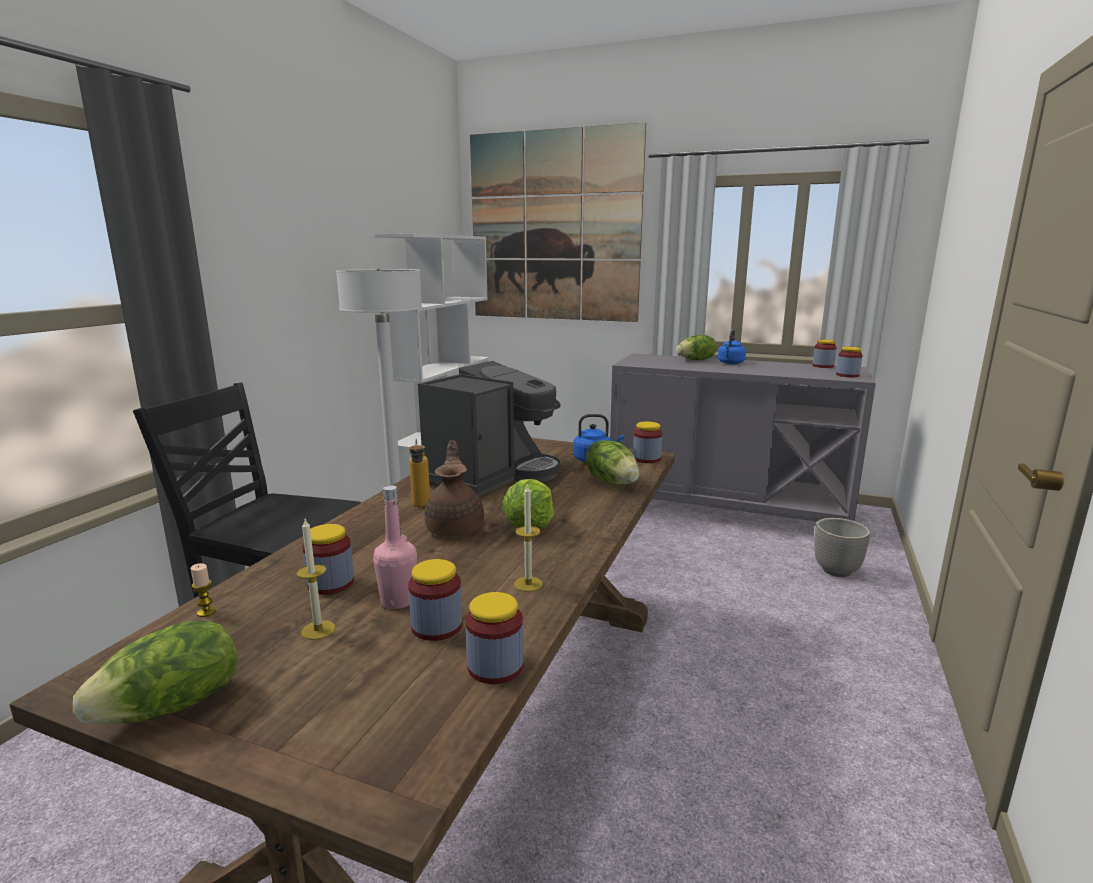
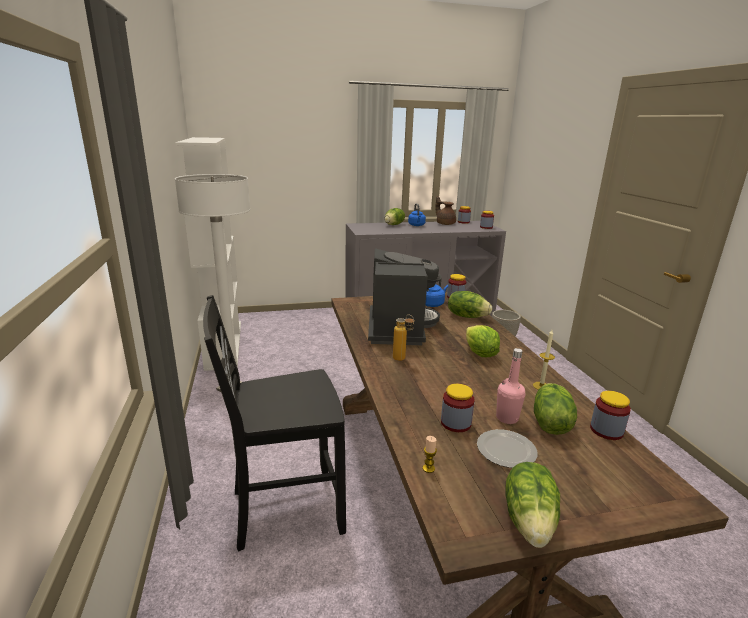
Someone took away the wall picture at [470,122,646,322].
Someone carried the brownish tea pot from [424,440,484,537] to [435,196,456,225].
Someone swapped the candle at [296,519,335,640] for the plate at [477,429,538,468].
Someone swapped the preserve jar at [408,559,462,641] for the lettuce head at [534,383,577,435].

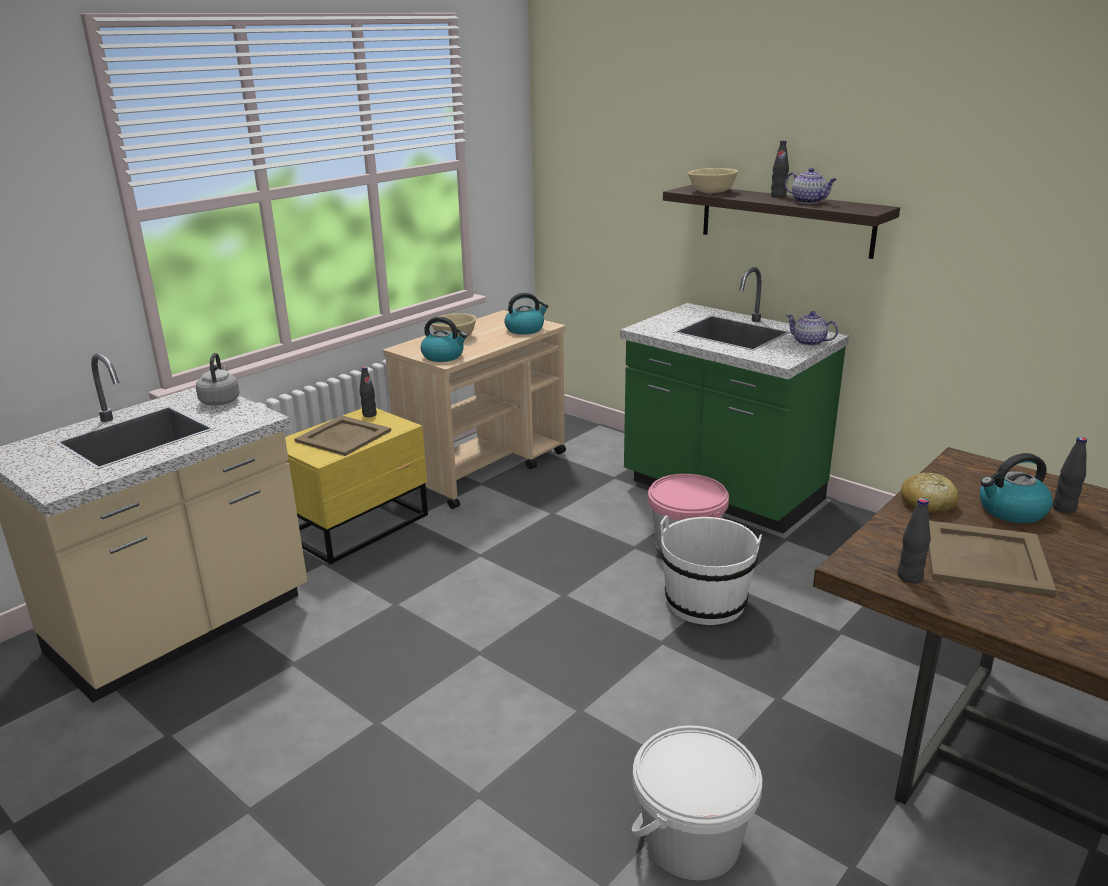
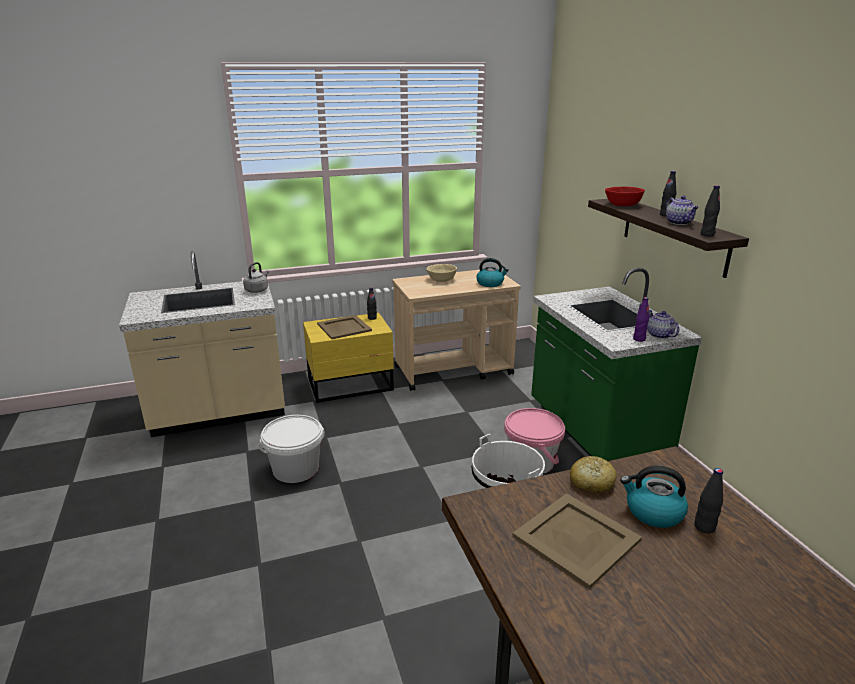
Someone took away the tea kettle at [421,317,467,362].
Someone put down the purplish beverage bottle at [633,297,649,342].
Someone carried the whitish pail from [632,725,762,880] to [259,415,325,483].
Someone carried the black beverage bottle from [898,498,931,584] to [701,185,720,236].
Someone repainted the beige deep dish at [688,168,738,193], which became the red-coloured deep dish at [605,186,645,206].

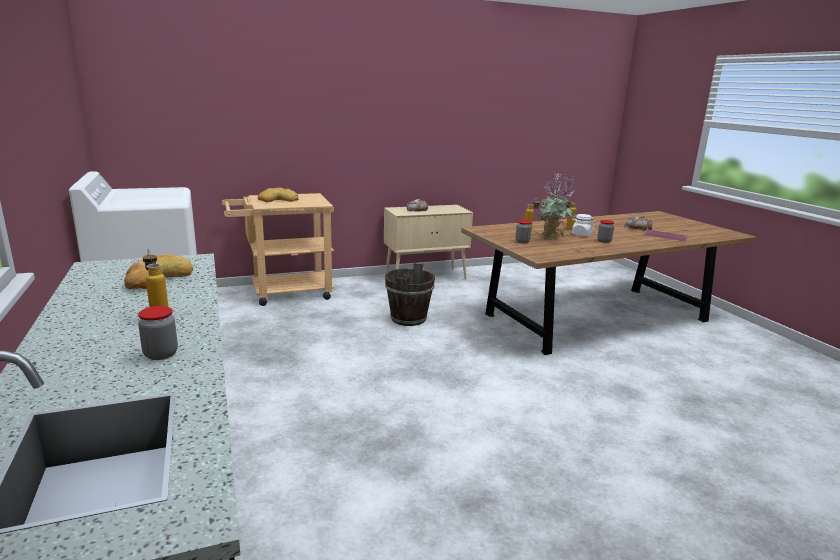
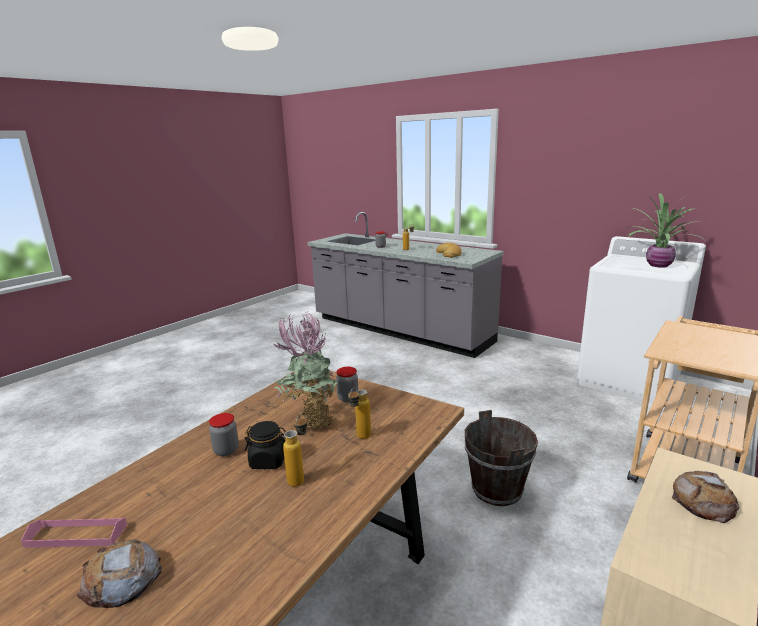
Someone took away the bread at [258,188,299,202].
Someone put down the houseplant at [627,193,703,268].
Someone repainted the whitish preserve jar at [572,214,594,236], which became the black preserve jar at [244,421,286,469].

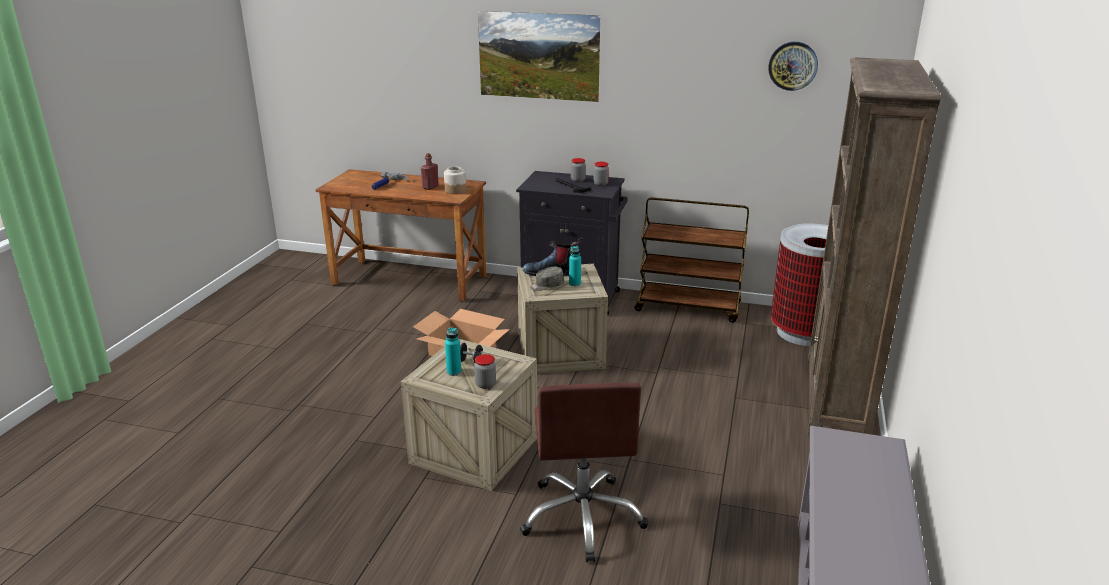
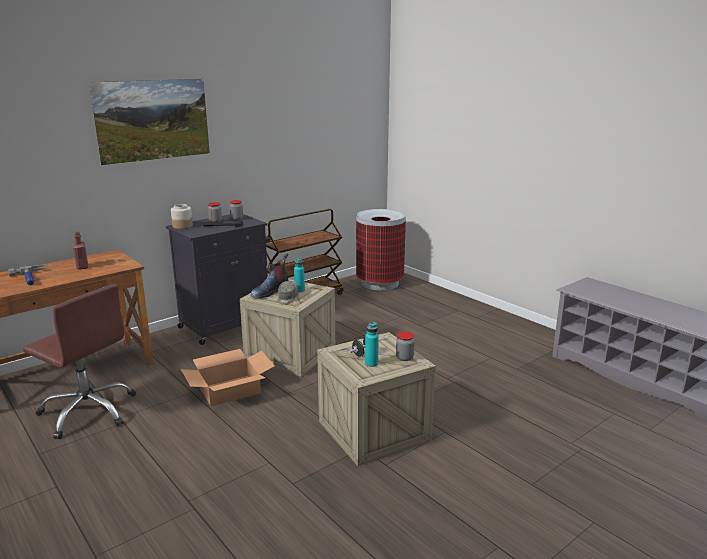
Someone took away the clock on the wall at [768,42,818,91].
Someone took away the brownish bookcase at [808,57,941,435].
Someone carried the preserve jar from [444,166,466,194] to [171,204,193,229].
Someone carried the brownish computer chair from [520,383,649,562] to [23,284,136,439].

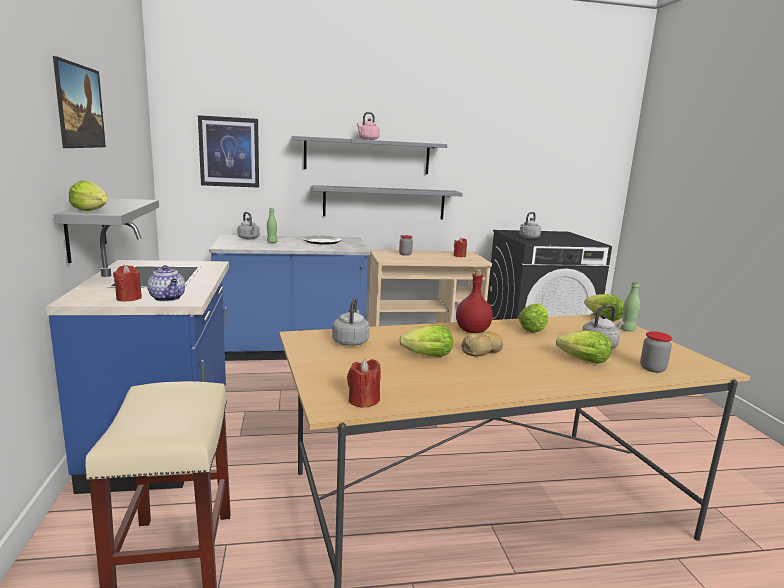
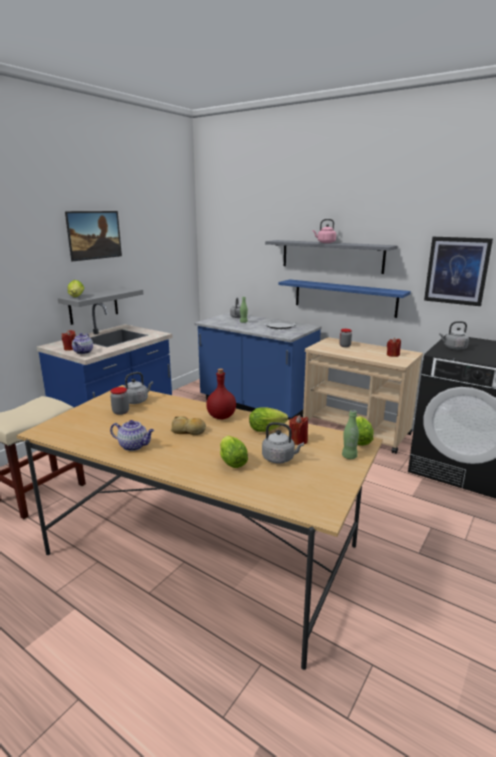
Someone took away the lettuce head at [399,325,453,357].
Someone put down the tea pot at [110,420,154,451].
Someone carried the wall picture from [198,115,259,188] to [424,237,493,306].
Someone carried the red-coloured candle from [347,359,381,408] to [289,415,308,445].
Someone carried the preserve jar from [640,331,672,373] to [110,387,129,415].
Someone repainted the gray bracket shelf at [312,185,463,220], which became the blue bracket shelf at [278,279,411,318].

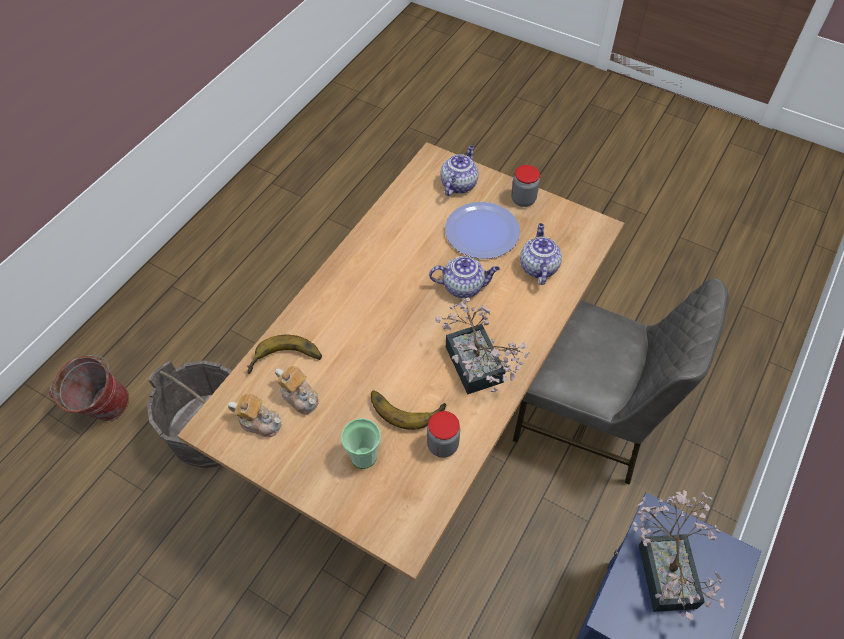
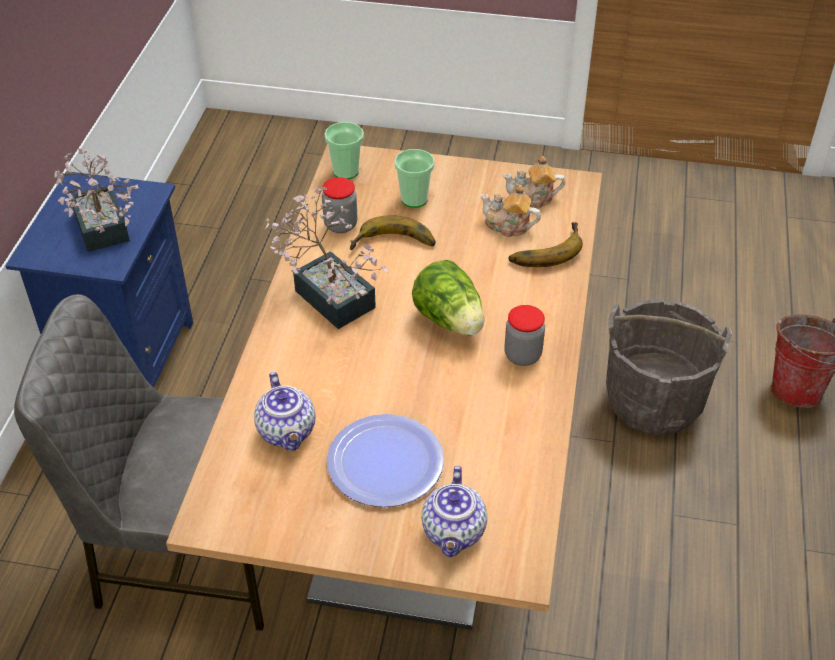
Someone took away the tea pot at [429,256,500,298].
Someone put down the small cup at [324,122,364,179].
Someone put down the lettuce head at [412,260,484,336].
Someone carried the preserve jar from [511,165,540,207] to [504,305,545,366].

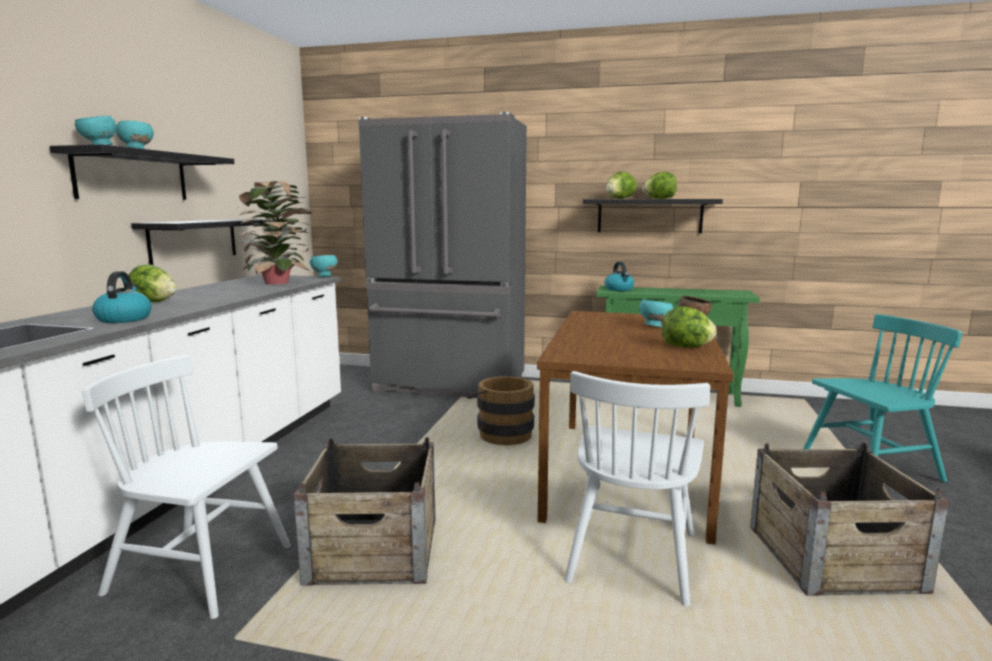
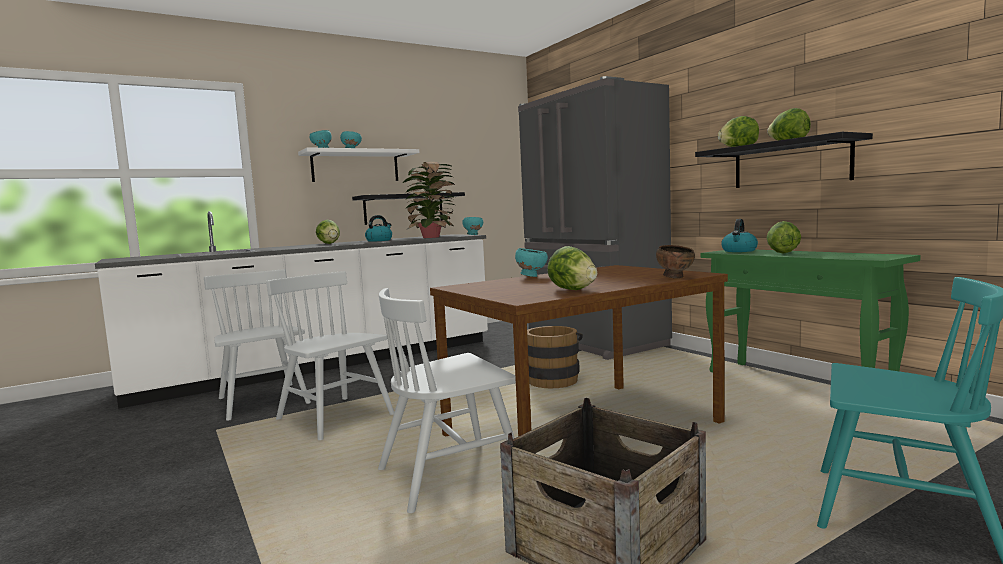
Someone put down the lettuce head at [767,221,801,254].
Someone carried the tea kettle from [92,271,152,323] to [365,215,392,242].
Someone carried the turquoise deep dish from [639,299,673,327] to [515,248,548,277].
Someone swapped the crate at [294,437,436,586] for the whitish upright chair at [266,271,394,440].
Someone repainted the black bracket shelf at [49,144,234,200], which became the whitish bracket shelf at [298,147,419,182].

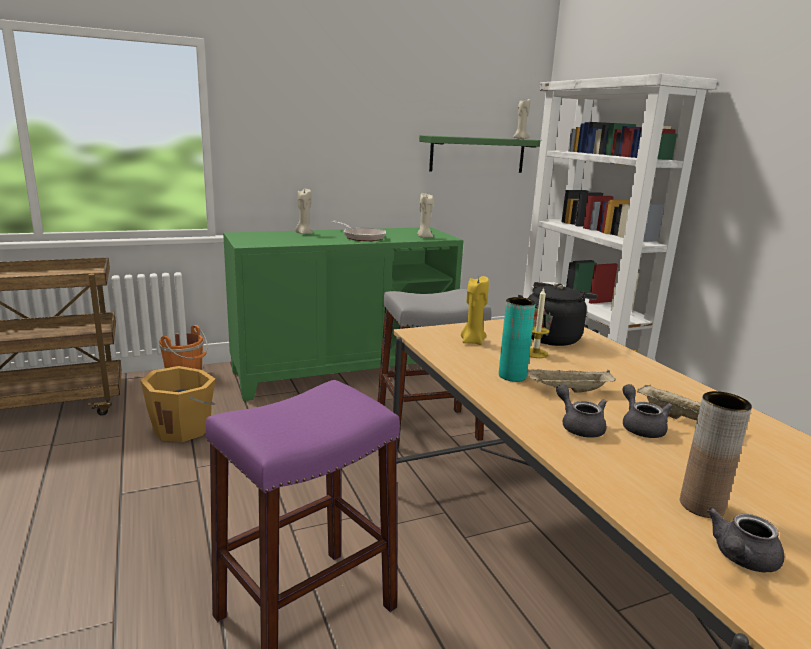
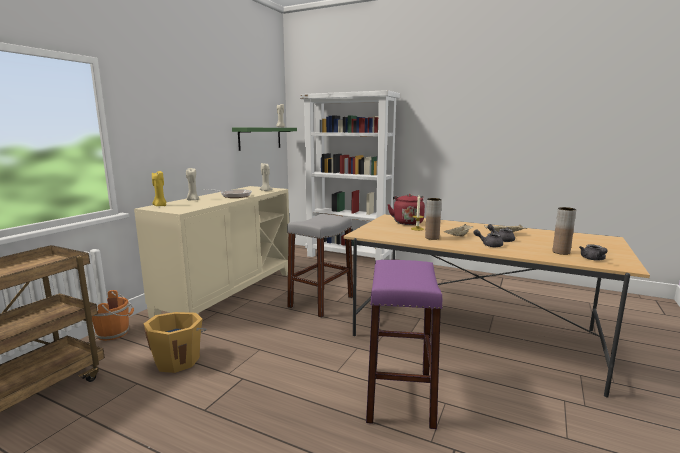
Someone carried the yellow-coloured candle from [461,276,489,345] to [152,171,166,206].
Someone repainted the green storage cabinet at [223,227,464,401], which became the beige storage cabinet at [134,186,289,319].
Someone repainted the turquoise vase at [499,297,536,382], which became the brownish vase at [425,198,442,240].
Someone repainted the black tea kettle at [518,282,597,346], which became the red-coloured tea kettle at [387,194,425,225].

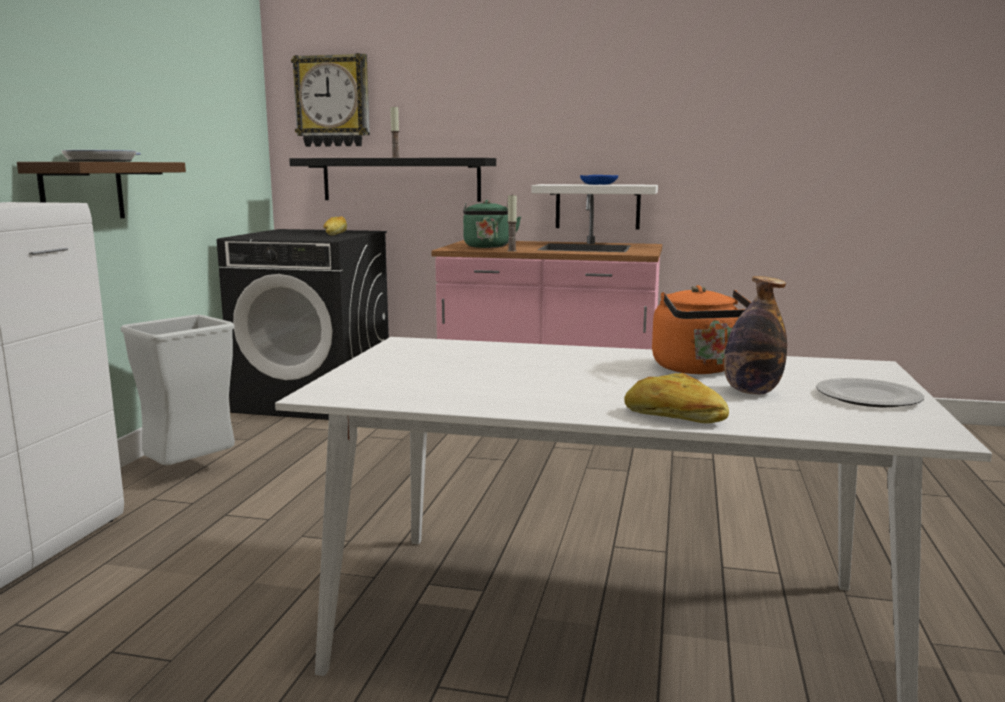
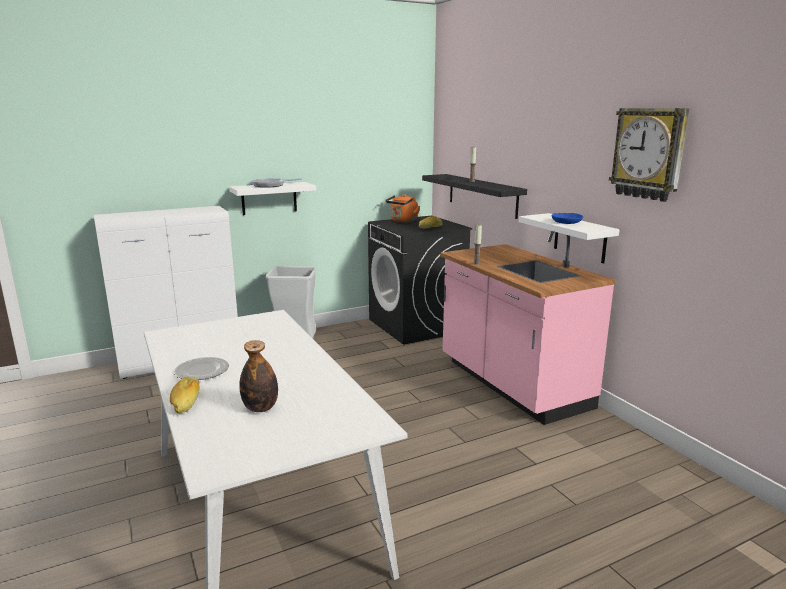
Someone took away the green tea kettle at [463,200,521,248].
Someone carried the clock on the wall from [291,53,370,147] to [609,108,689,202].
Someone carried the orange-coloured tea kettle from [652,285,751,374] to [386,194,420,222].
Someone carried the plate from [816,378,924,407] to [174,357,229,380].
Someone repainted the brownish bracket shelf at [17,162,186,218], which became the whitish bracket shelf at [229,182,316,215].

